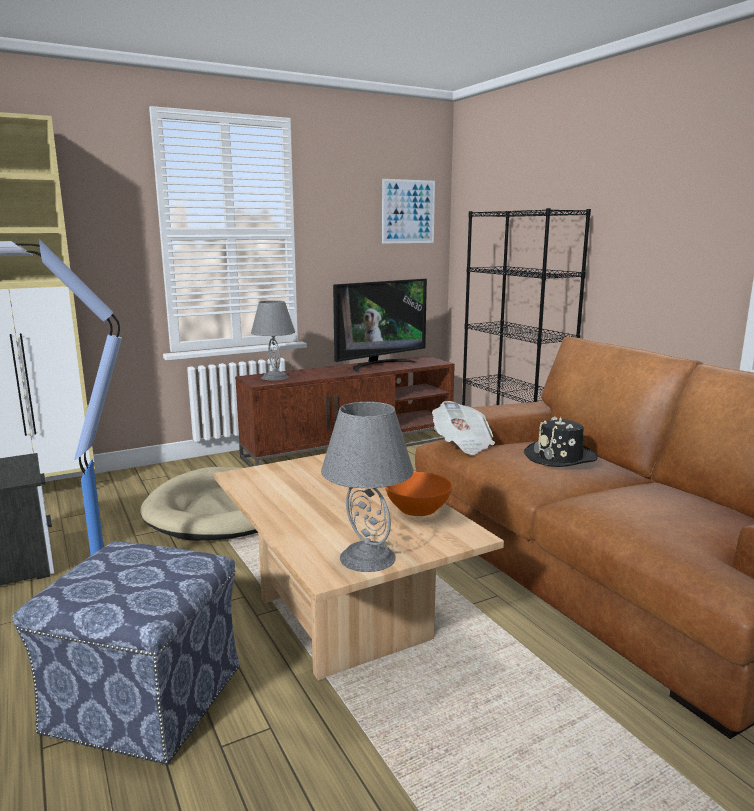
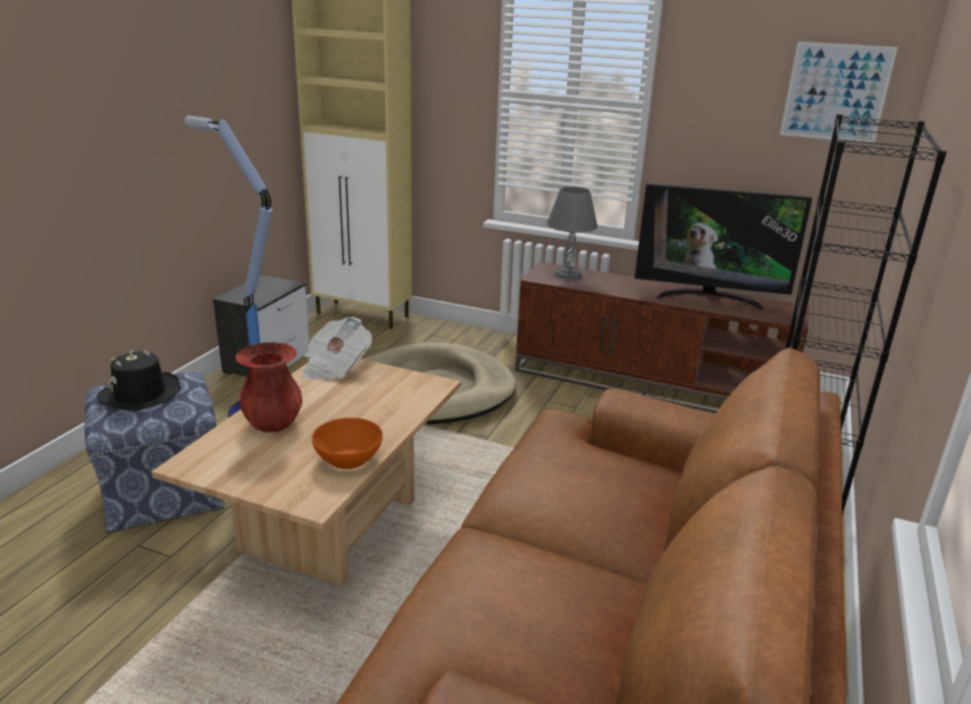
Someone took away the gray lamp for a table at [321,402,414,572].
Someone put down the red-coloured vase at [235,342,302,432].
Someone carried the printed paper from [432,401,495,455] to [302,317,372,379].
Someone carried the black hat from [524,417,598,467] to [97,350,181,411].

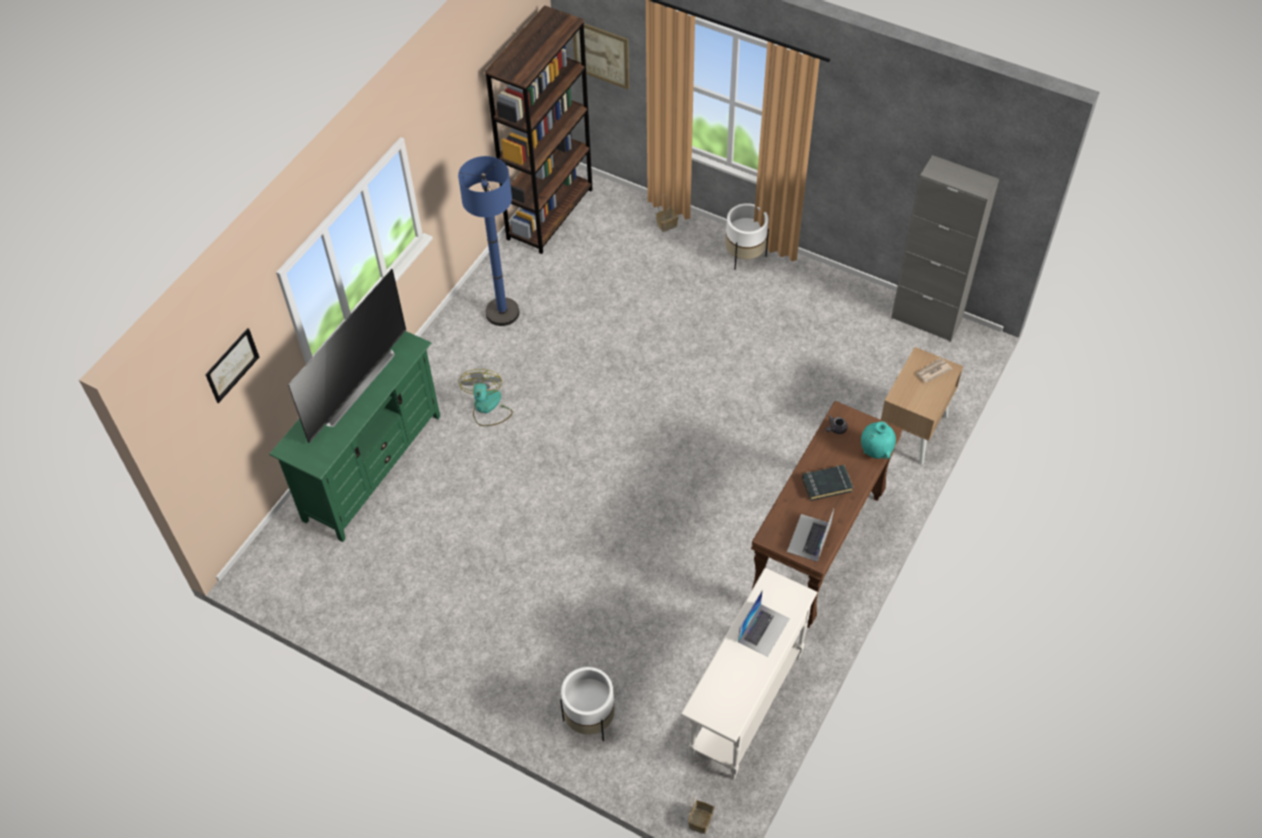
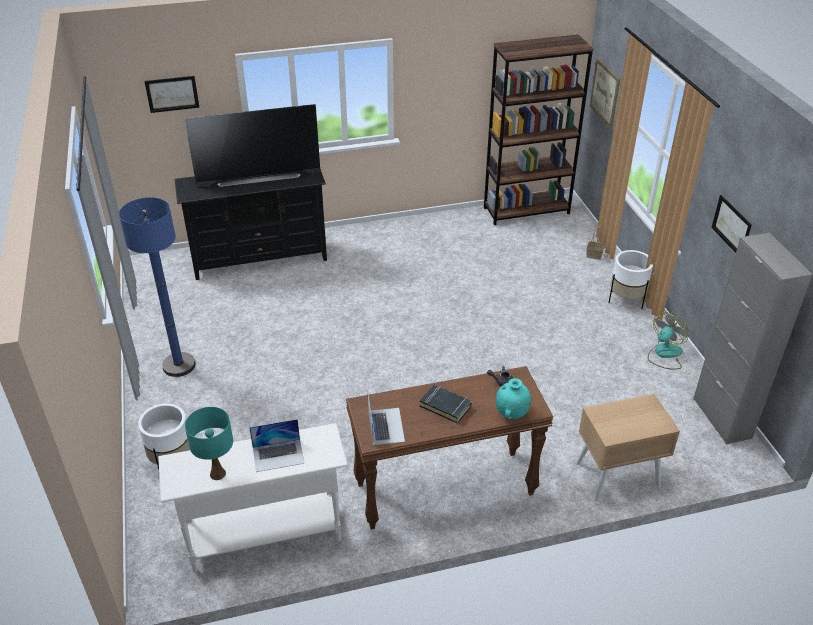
Someone took away the storage basket at [688,797,715,834].
Someone took away the printed paper at [916,358,952,383].
Someone put down the turquoise lamp for a table at [185,407,233,480].
Someone put up the wall picture at [711,195,752,253].
Someone carried the blue standing lamp from [458,156,520,326] to [119,197,195,377].
Someone carried the electric fan from [458,369,513,426] to [648,312,689,370].
Someone repainted the green tv stand at [269,331,440,542], which became the black tv stand at [175,169,327,280].
Someone rotated the laptop at [787,509,834,562] by 105 degrees clockwise.

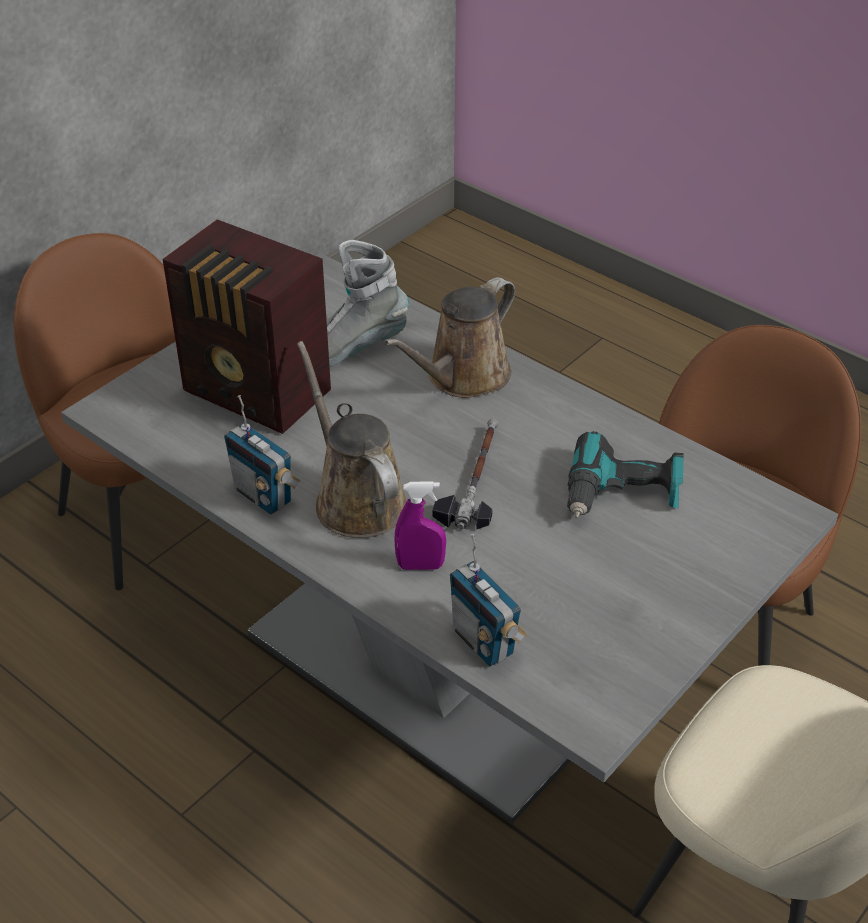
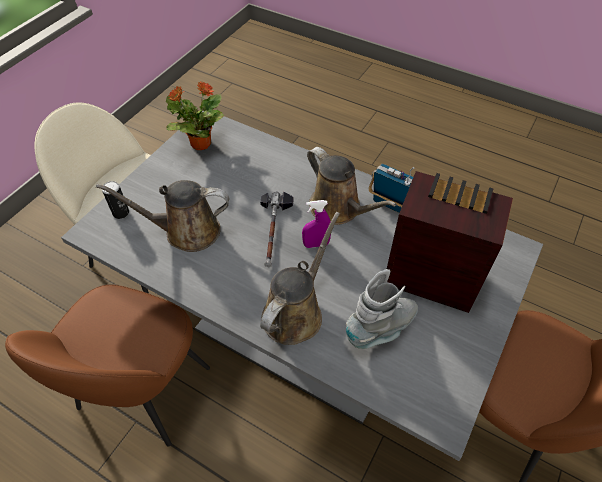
Someone took away the radio set at [450,534,527,666].
Someone put down the metal can at [102,181,129,219].
Someone put down the houseplant at [166,82,224,150].
Someone carried the purplish sprayer from [394,481,446,570] to [302,200,331,248].
Someone swapped the electric drill at [567,431,684,518] for the brownish sprinkling can at [96,180,229,252].

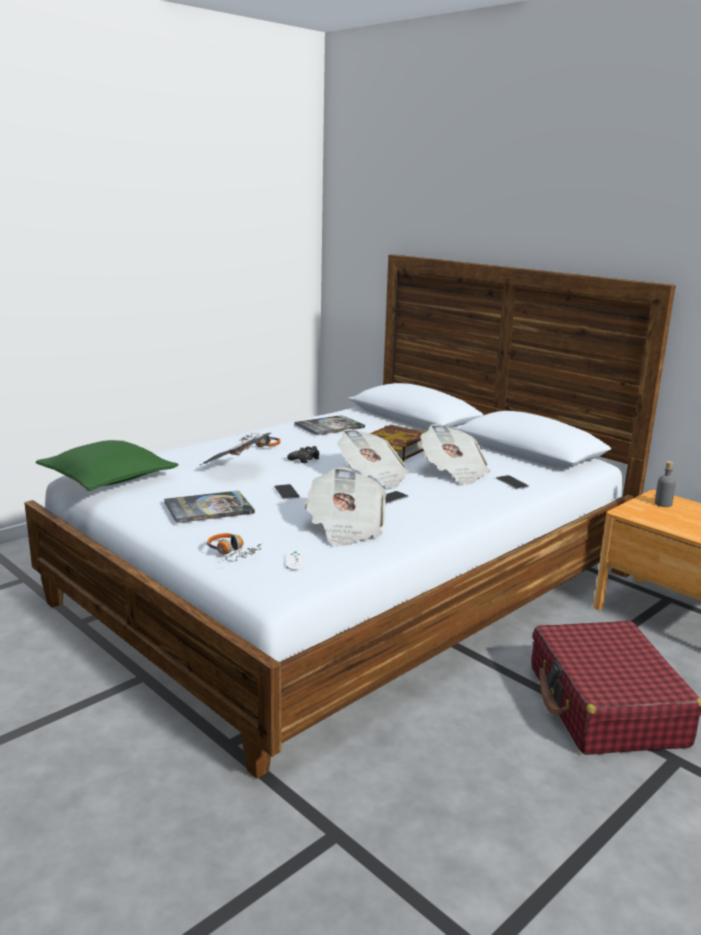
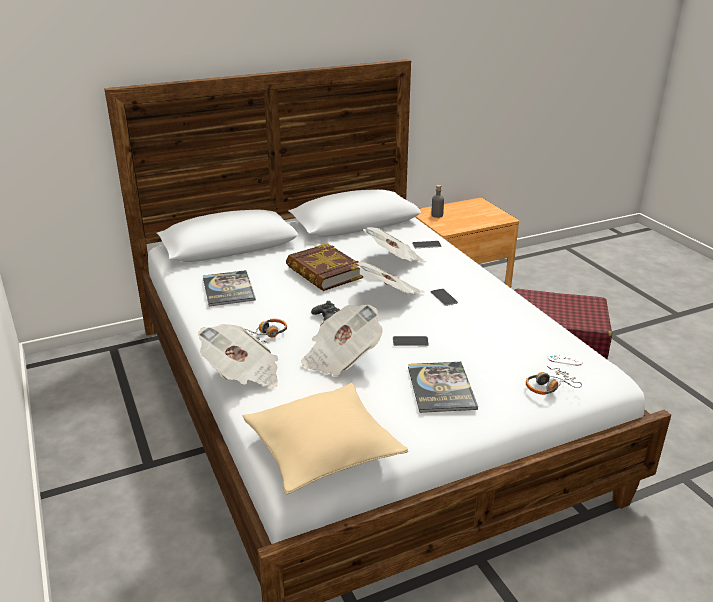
Someone carried the printed paper from [305,467,386,547] to [198,324,278,388].
Someone repainted the green pillow at [36,440,179,491], which became the beige pillow at [243,383,408,494].

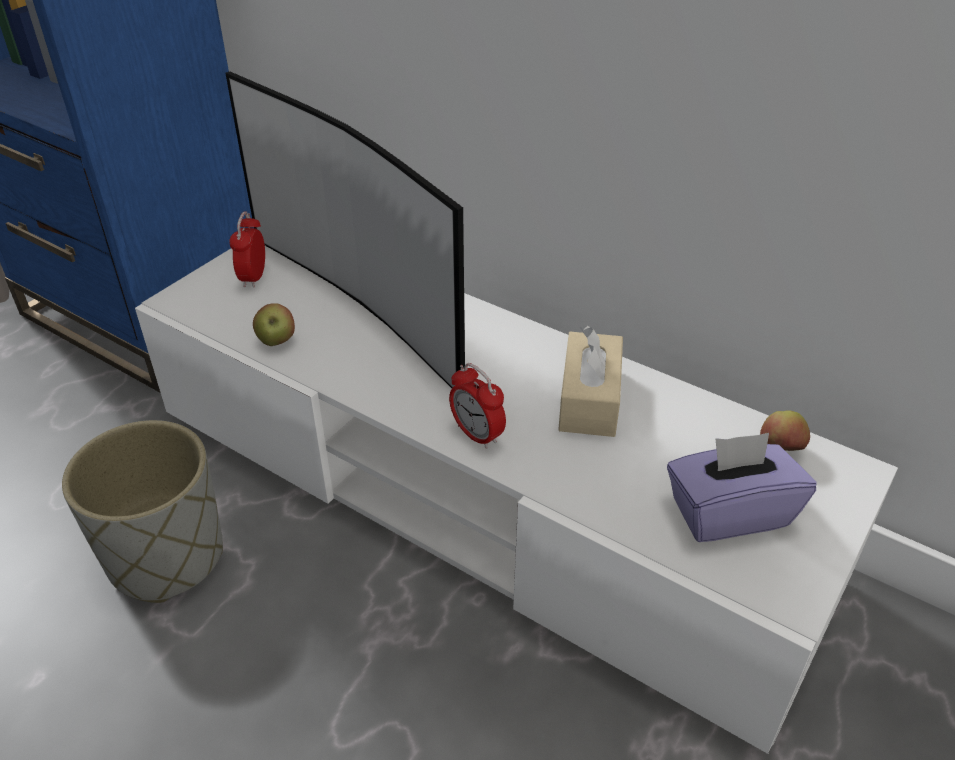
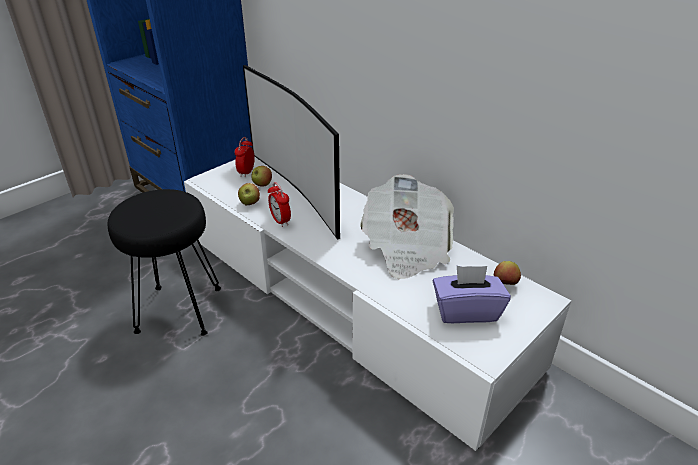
Someone put down the whole apple at [251,166,272,186].
Someone carried the alarm clock from [449,363,506,449] to [268,182,291,227].
Someone swapped the gray planter at [62,420,223,603] for the black sitting stool at [107,189,221,335].
Someone swapped the beige box of tissues at [558,326,623,437] for the printed paper at [360,174,454,280].

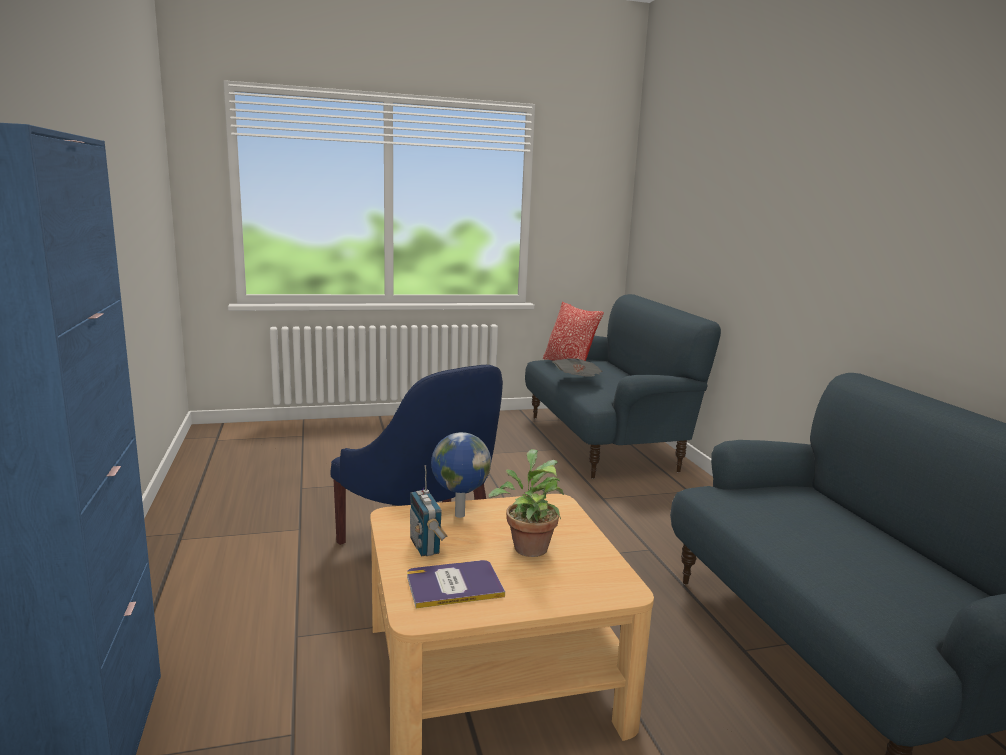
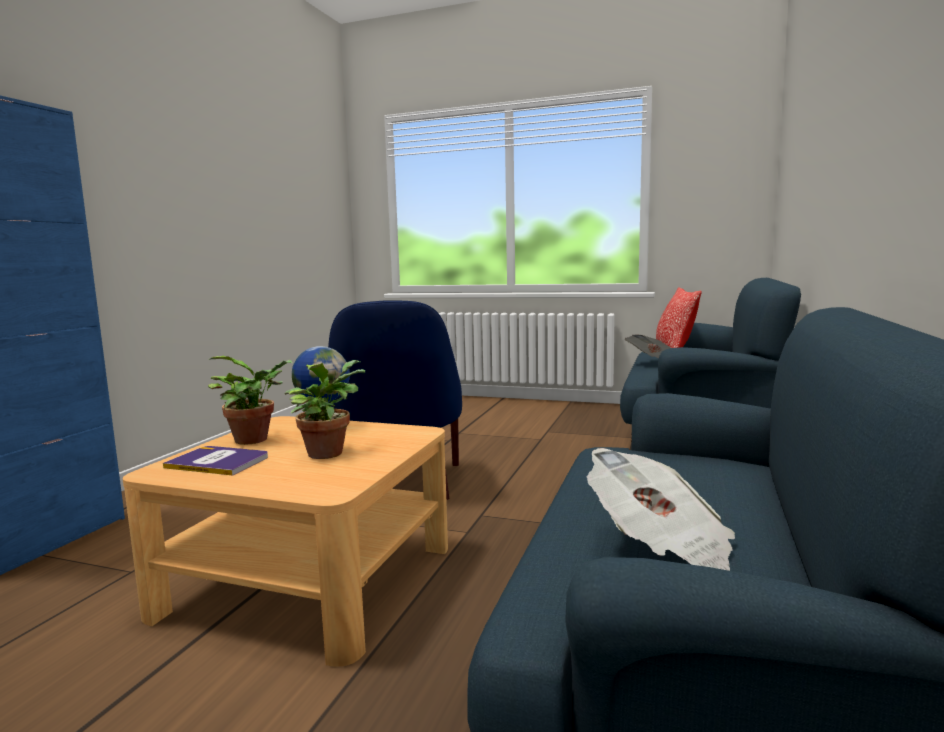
Someone put down the printed paper at [587,448,735,571].
Someone swapped the radio set at [410,465,448,556] for the houseplant at [208,356,293,445].

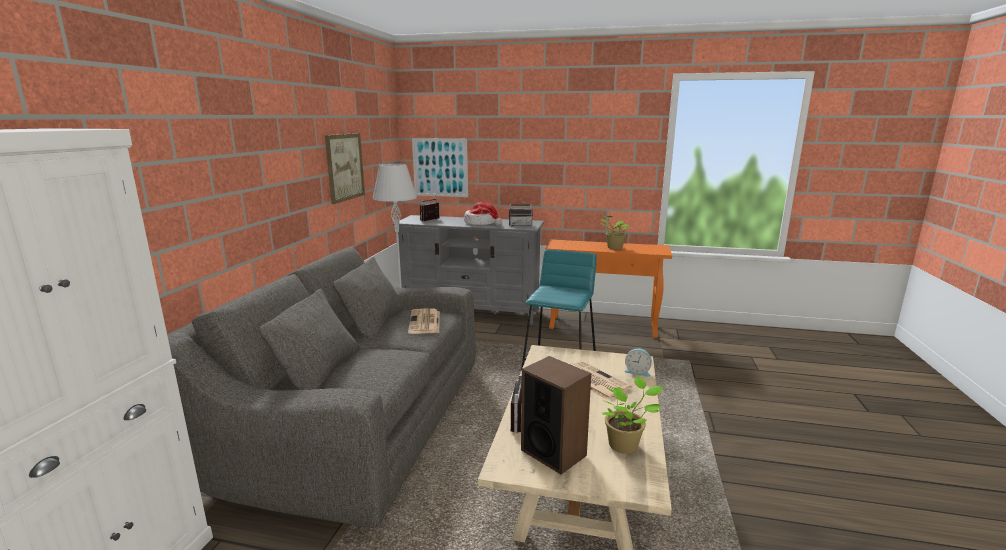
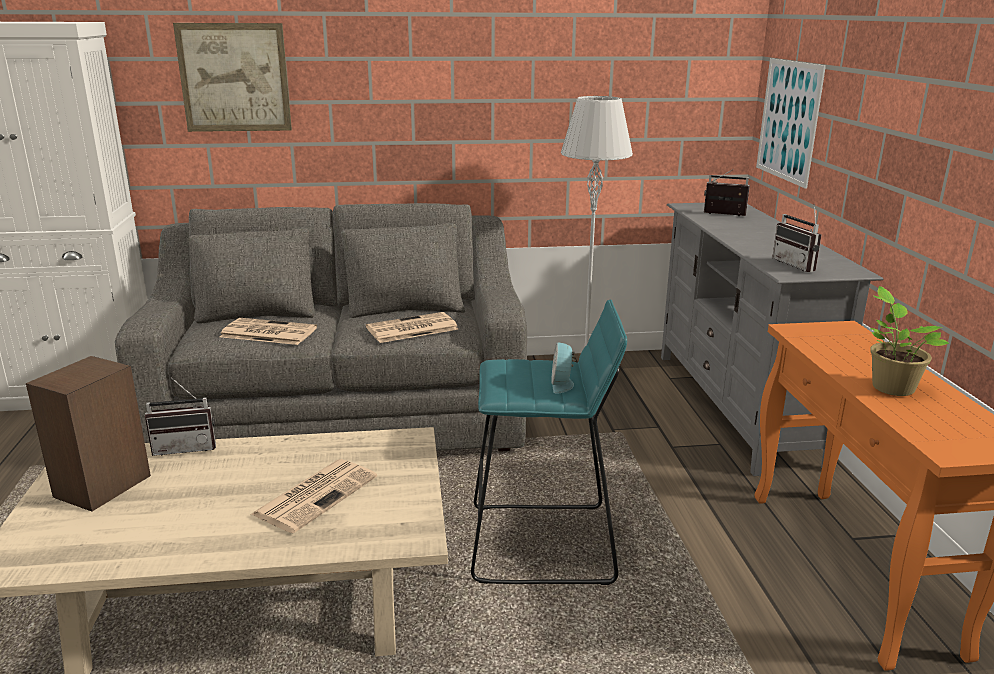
Someone took away the hat at [464,202,503,226].
Someone took away the houseplant at [602,376,663,454].
Someone put down the printed paper at [220,318,317,345].
Someone carried the wall picture from [325,133,365,204] to [173,23,292,132].
Someone carried the alarm clock from [624,348,652,377] to [551,342,576,394].

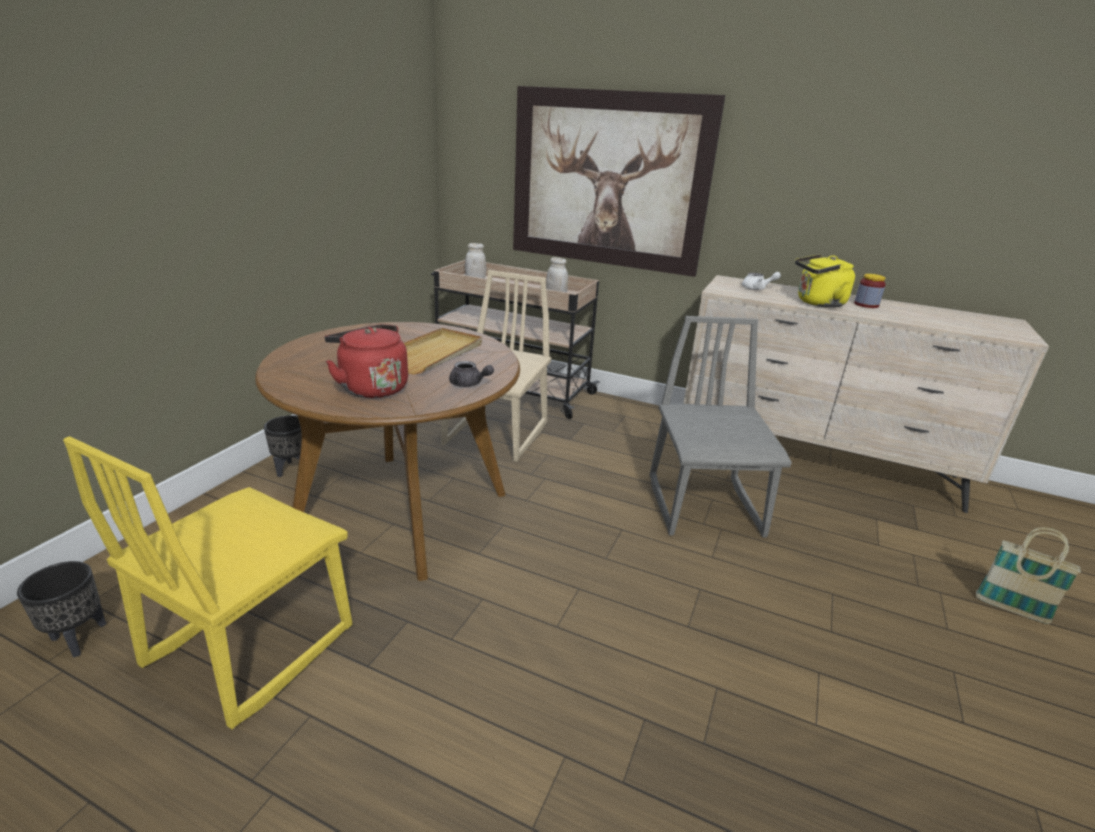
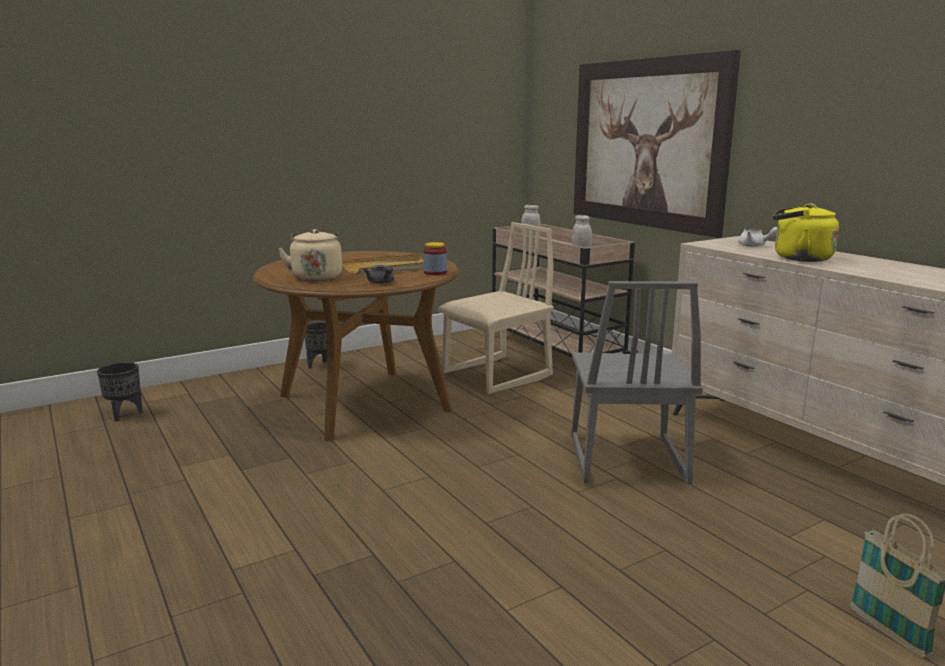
Someone took away the yellow-coloured upright chair at [63,436,352,729].
Someone carried the preserve jar from [854,274,886,308] to [423,242,447,275].
Someone repainted the red-coloured tea kettle at [325,324,408,398], which became the beige tea kettle at [278,229,342,281].
Someone rotated the gray upright chair at [650,316,792,537] by 150 degrees clockwise.

